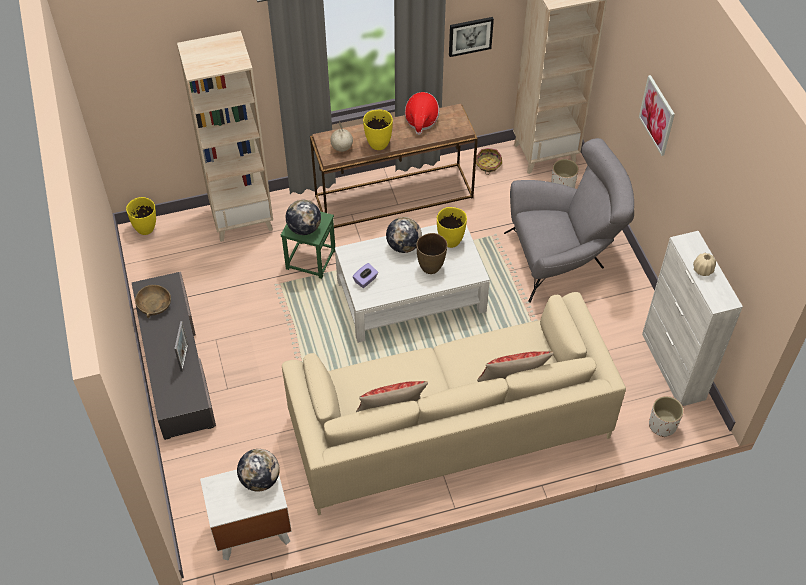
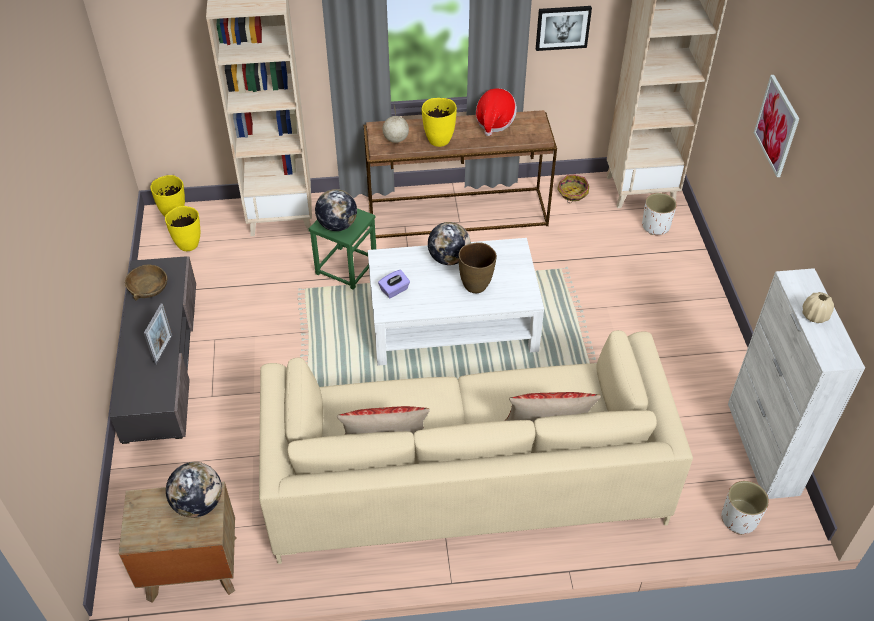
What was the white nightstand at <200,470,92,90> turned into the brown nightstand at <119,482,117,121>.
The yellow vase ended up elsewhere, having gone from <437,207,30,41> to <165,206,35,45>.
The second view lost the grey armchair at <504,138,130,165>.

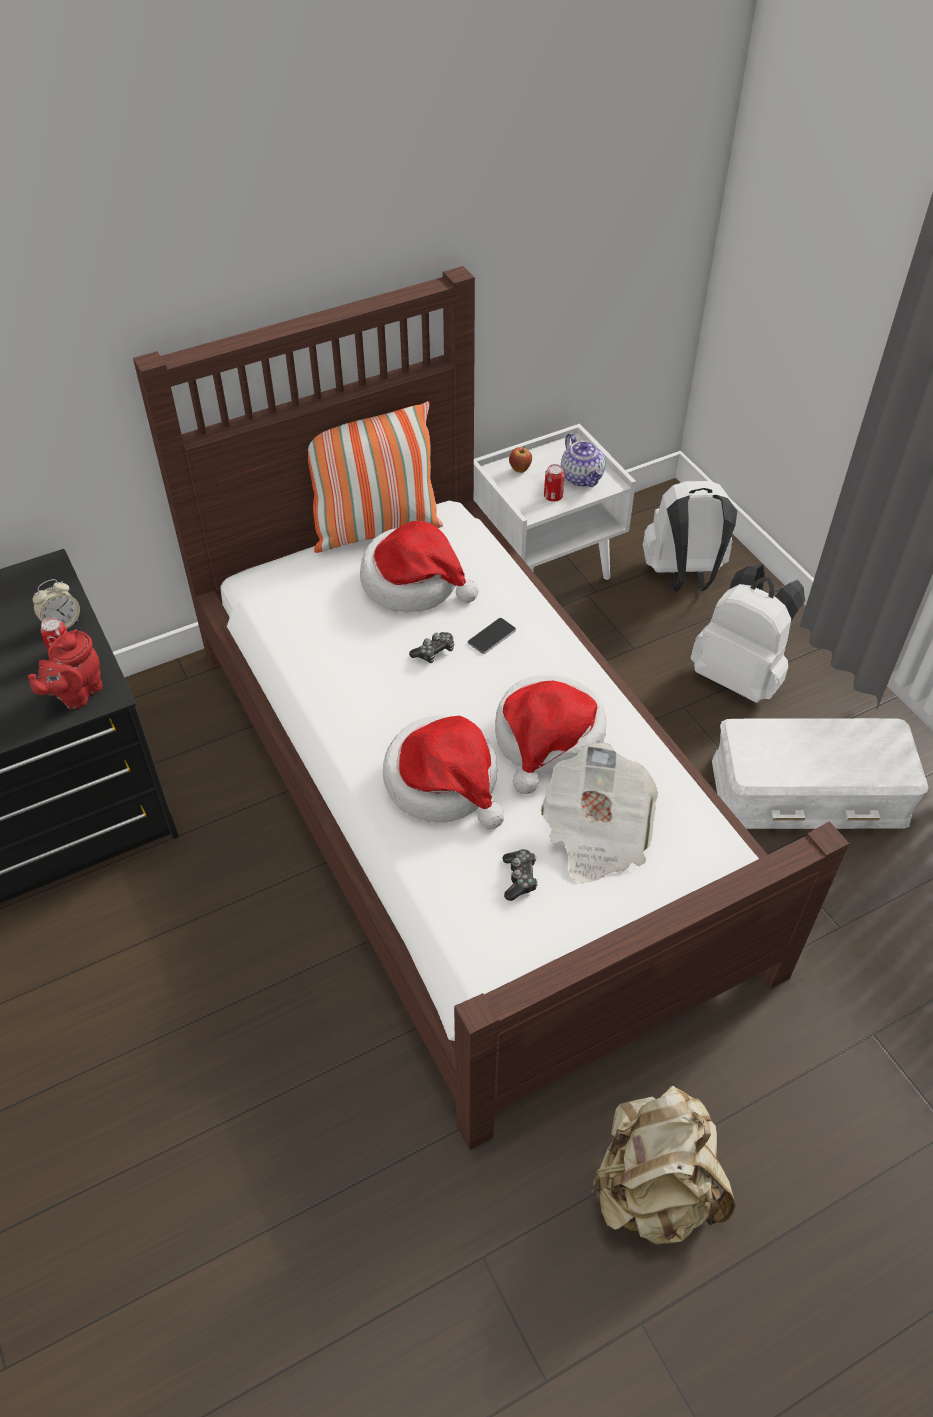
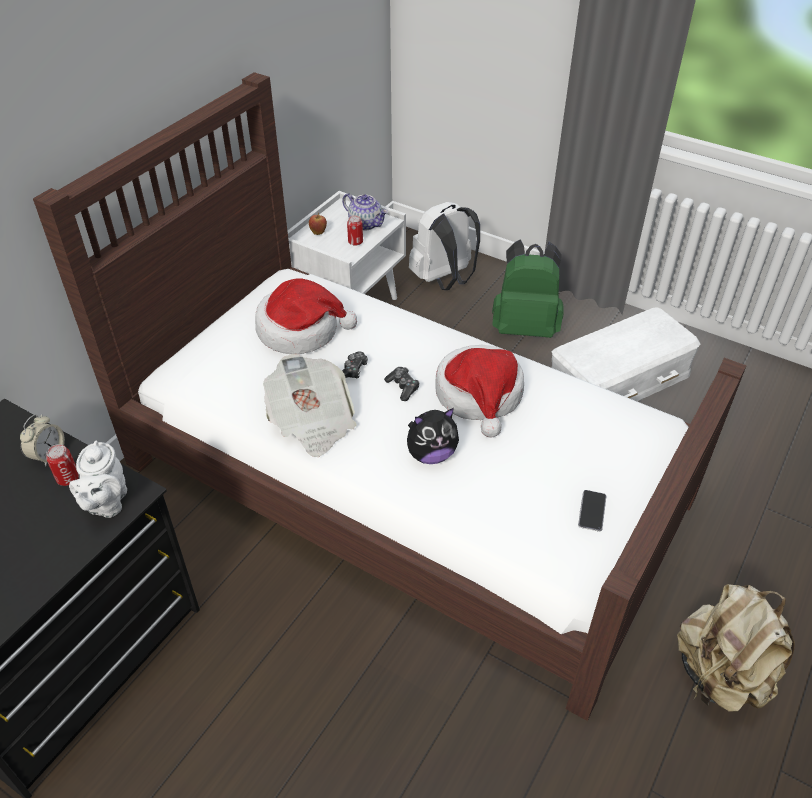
What was the red teapot at <28,629,75,80> turned into the white teapot at <69,440,58,78>.
The second view lost the pillow at <308,401,135,152>.
Where the hat stood at <383,716,121,113>, the plush toy came to stand at <407,408,52,56>.
The phone ended up elsewhere, having gone from <468,618,48,36> to <578,490,28,42>.
The game controller ended up elsewhere, having gone from <503,849,35,52> to <384,367,36,34>.
The newspaper ended up elsewhere, having gone from <541,743,117,141> to <263,353,93,104>.
What was the white backpack at <691,564,114,139> turned into the green backpack at <492,239,71,99>.

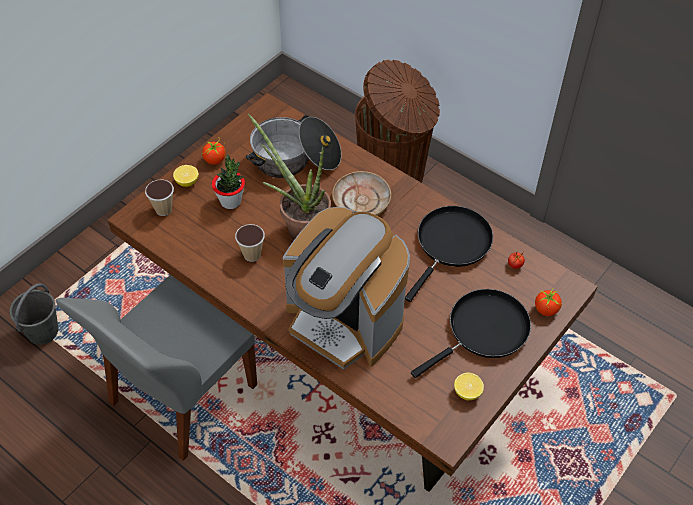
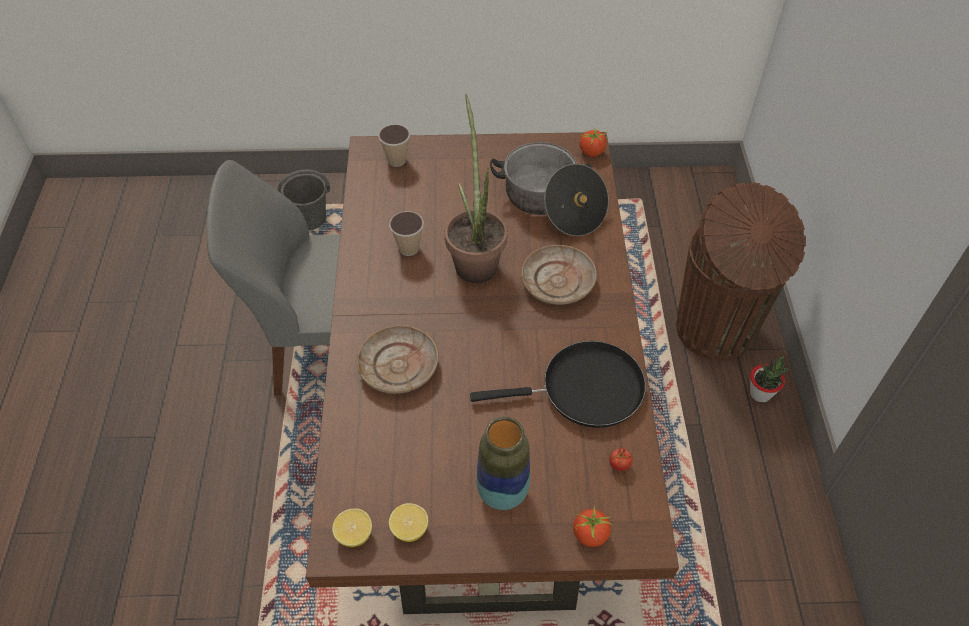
The lemon ended up elsewhere, having gone from <173,165,26,22> to <332,508,40,39>.
The tomato ended up elsewhere, having gone from <202,141,23,24> to <579,129,29,28>.
The potted plant ended up elsewhere, having gone from <212,154,33,55> to <750,355,40,47>.
Where the coffee machine stood at <283,207,127,163>, the beige plate came to stand at <357,325,81,69>.
Where the black frying pan stood at <411,289,120,89>, the vase came to stand at <476,417,54,93>.

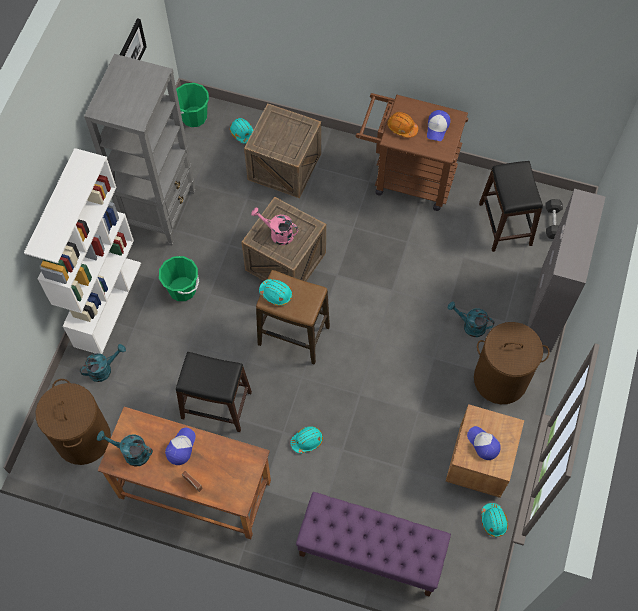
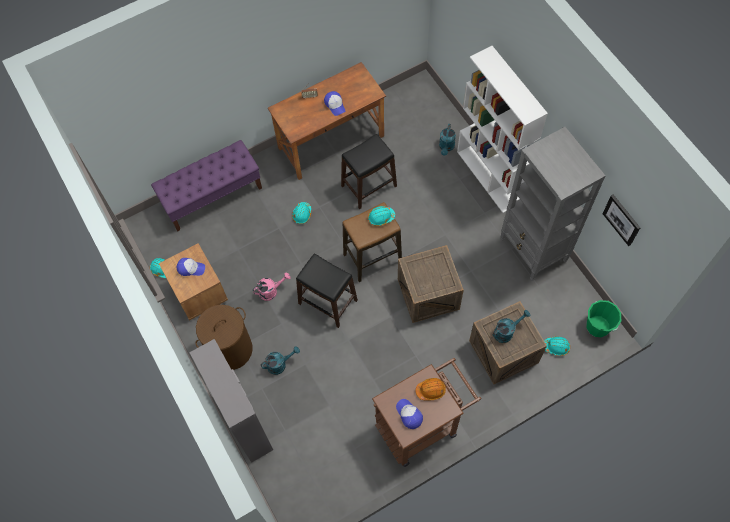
The second view lost the brown laundry basket at <36,379,75,86>.
The turquoise watering can ended up elsewhere, having gone from <97,431,56,36> to <493,310,37,33>.
The second view lost the green bucket at <159,256,40,45>.
The pink watering can ended up elsewhere, having gone from <251,208,47,37> to <253,273,37,28>.
The black stool ended up elsewhere, having gone from <479,161,64,91> to <296,253,62,75>.
The second view lost the black dumbbell at <545,199,18,40>.

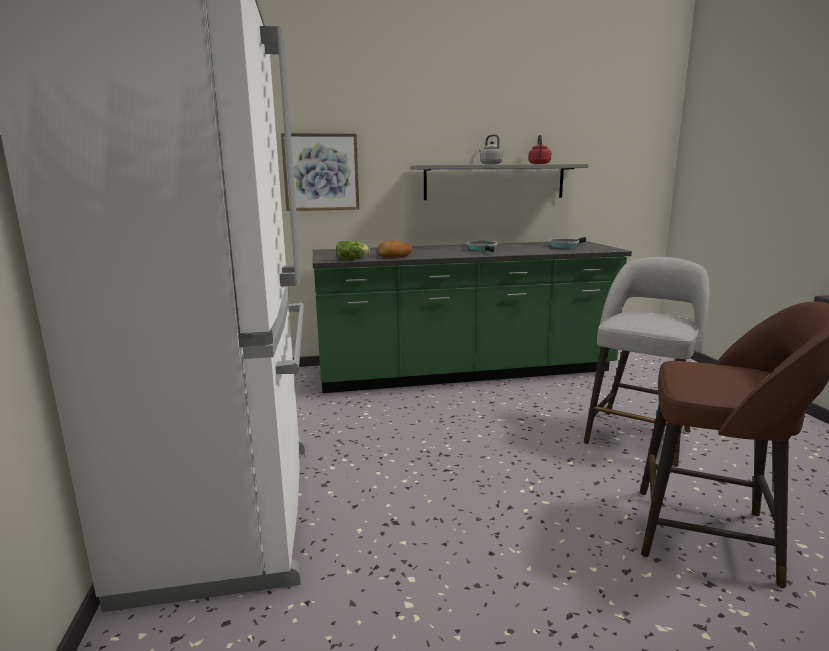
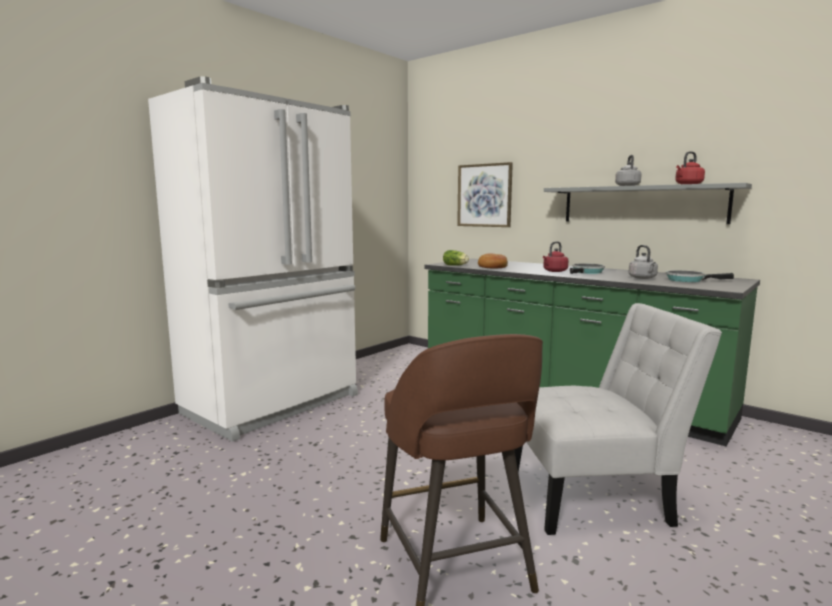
Where the grey stool stood at <584,257,126,210>, the white chair came to stand at <514,303,208,232>.
The second view gained the red kettle at <543,241,25,31>.
The second view gained the grey kettle at <628,245,30,34>.

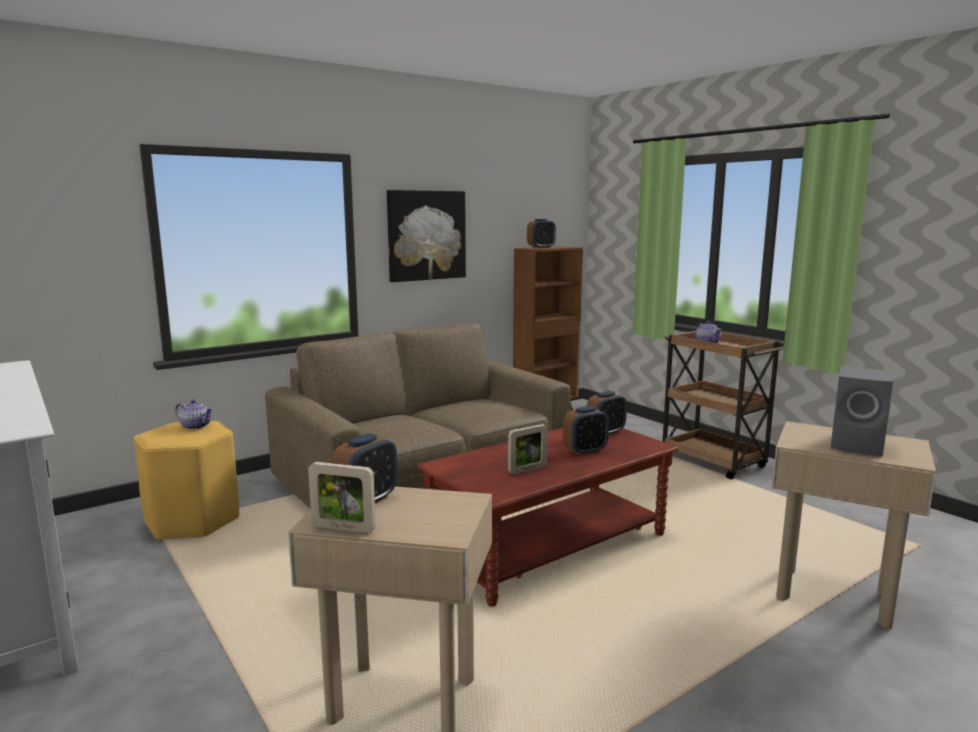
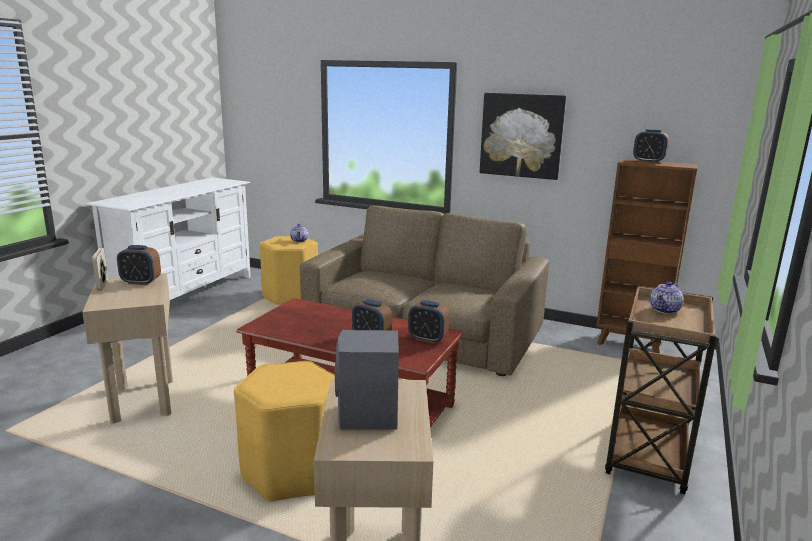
The second view lost the picture frame at <508,424,40,50>.
The second view gained the yellow stool at <234,361,101,140>.

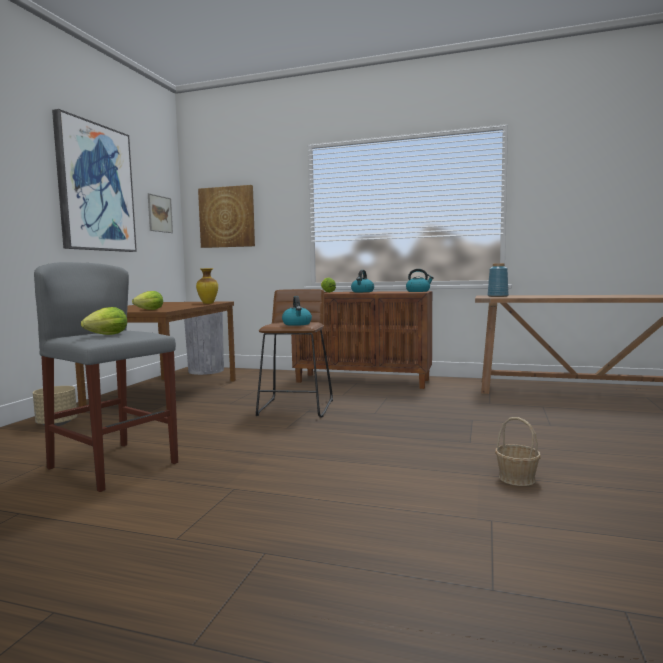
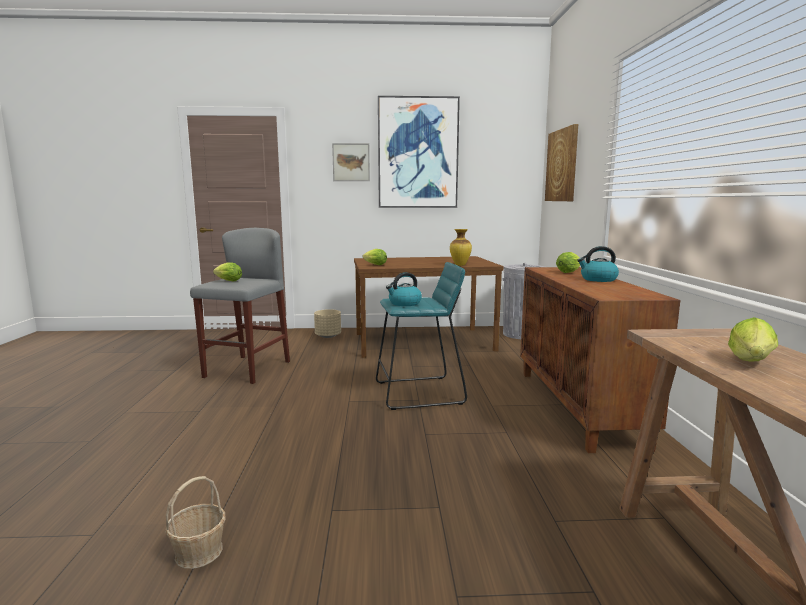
The picture ended up elsewhere, having gone from <148,193,25,40> to <332,143,38,38>.
What was the brown stool at <256,289,77,129> turned into the turquoise stool at <376,262,91,148>.
The second view lost the kettle at <406,269,28,23>.
The second view lost the blue vase at <488,263,21,34>.
The second view gained the lettuce at <728,317,50,45>.

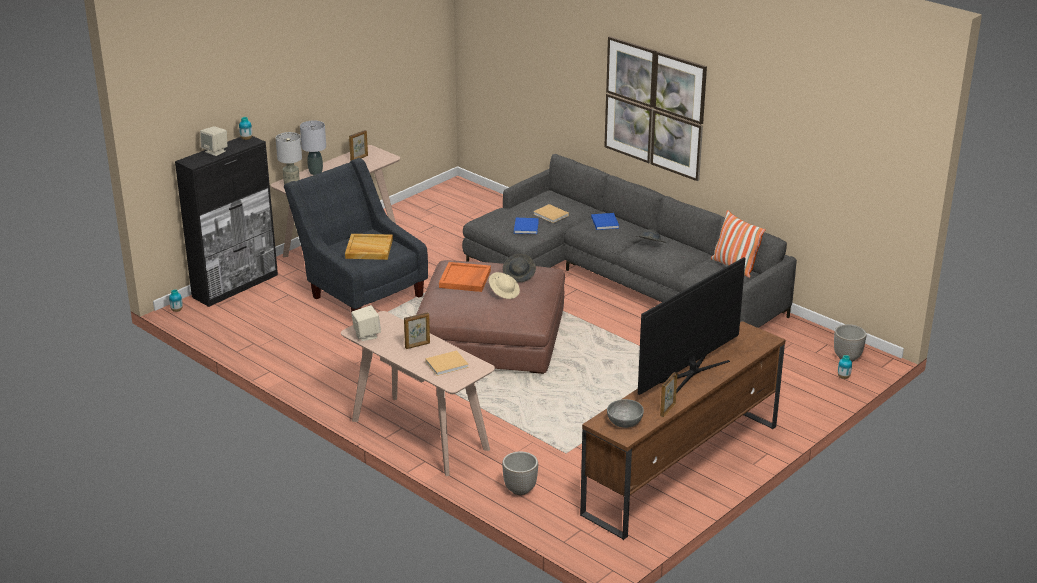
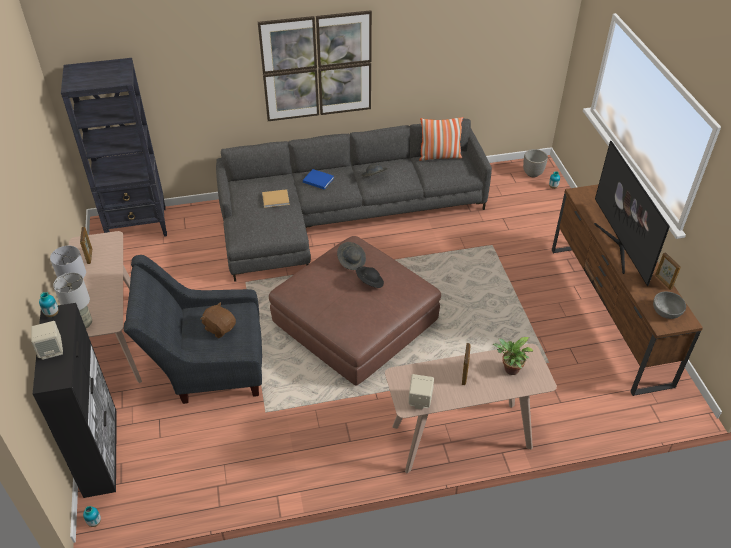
Where the beige tray stood at <345,234,48,26>, the brown plush toy came to stand at <200,302,36,36>.
Where the beige book stood at <425,350,44,26>, the potted plant came to stand at <492,337,41,38>.
The second view lost the orange tray at <439,262,52,30>.
What was the beige hat at <489,272,31,27> turned into the black hat at <356,266,28,22>.
The second view lost the planter at <502,452,36,43>.
The second view lost the blue book at <514,218,25,16>.
The second view gained the black bookcase at <61,58,106,179>.

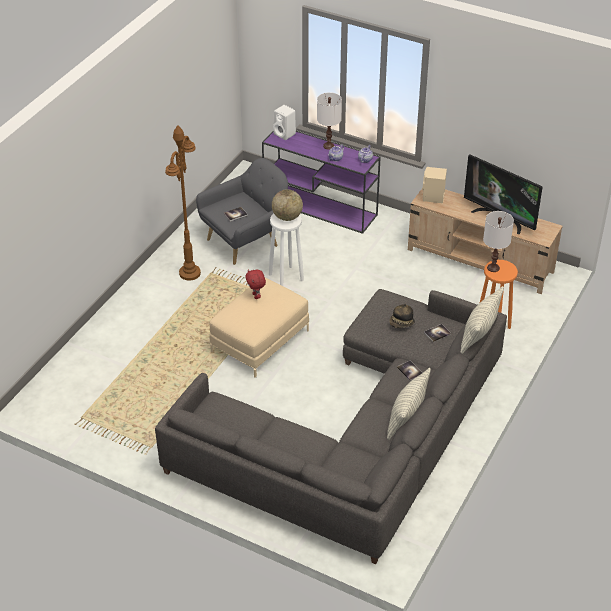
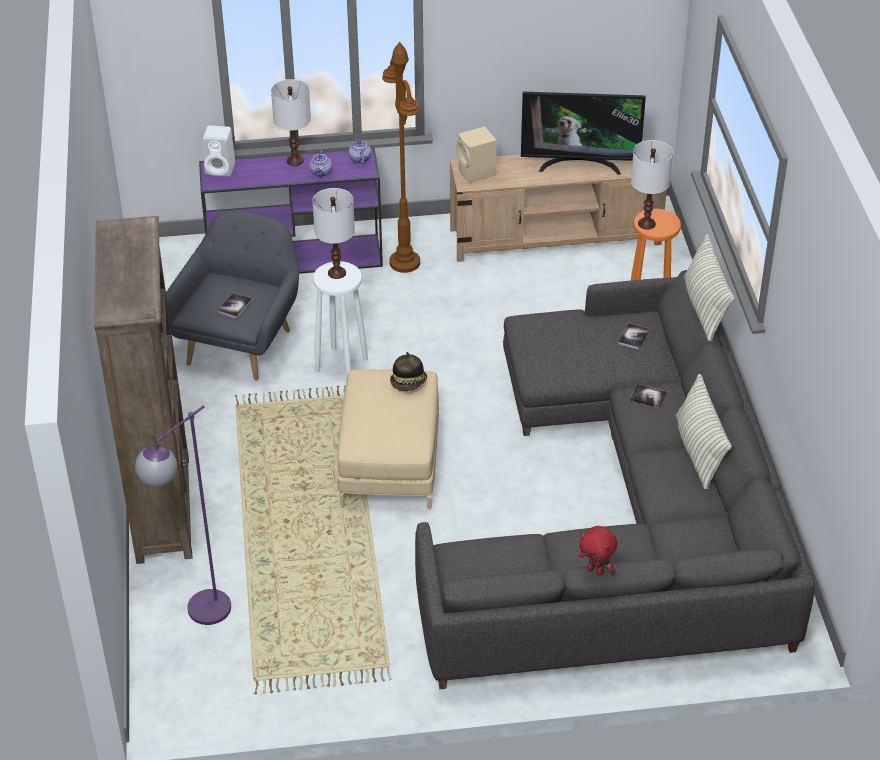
The brown floor lamp ended up elsewhere, having gone from <165,125,36,155> to <382,42,38,231>.
The red plush toy ended up elsewhere, having gone from <245,269,21,30> to <579,526,38,49>.
Where the globe stood at <272,189,31,32>, the white table lamp came to stand at <312,188,43,91>.
The hat ended up elsewhere, having gone from <389,303,26,25> to <390,352,37,39>.
The second view gained the brown bookcase at <94,216,98,348>.
The second view gained the purple floor lamp at <135,405,96,220>.

